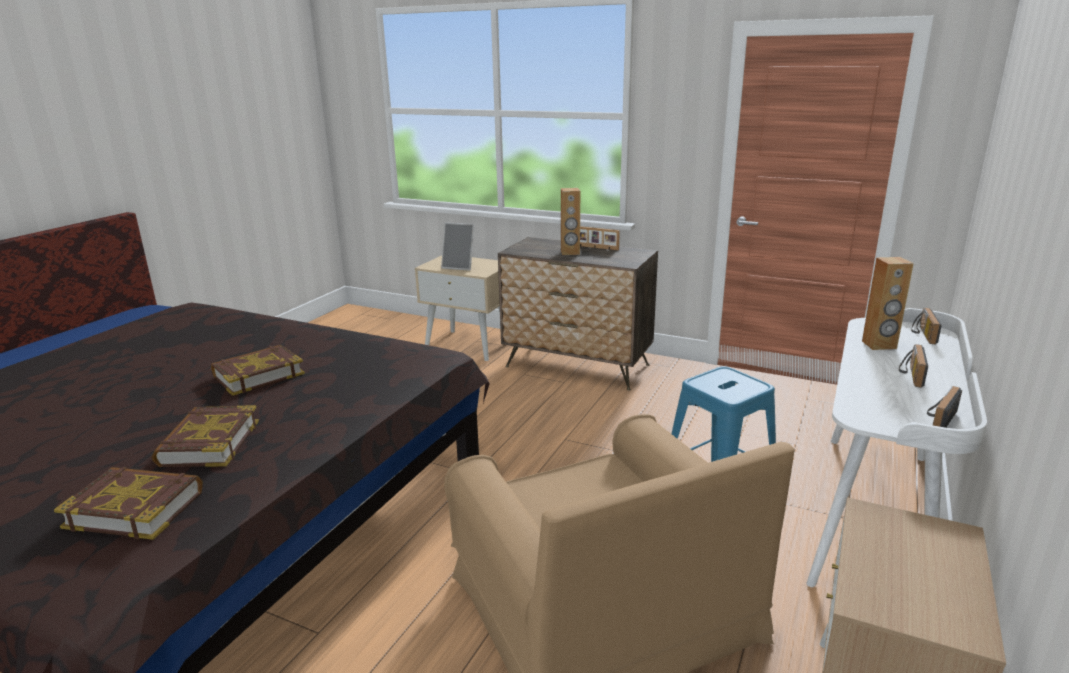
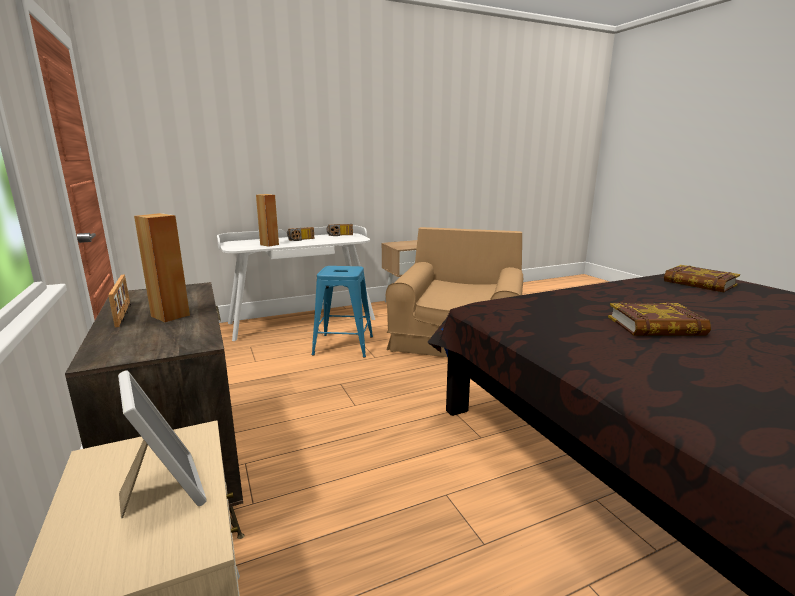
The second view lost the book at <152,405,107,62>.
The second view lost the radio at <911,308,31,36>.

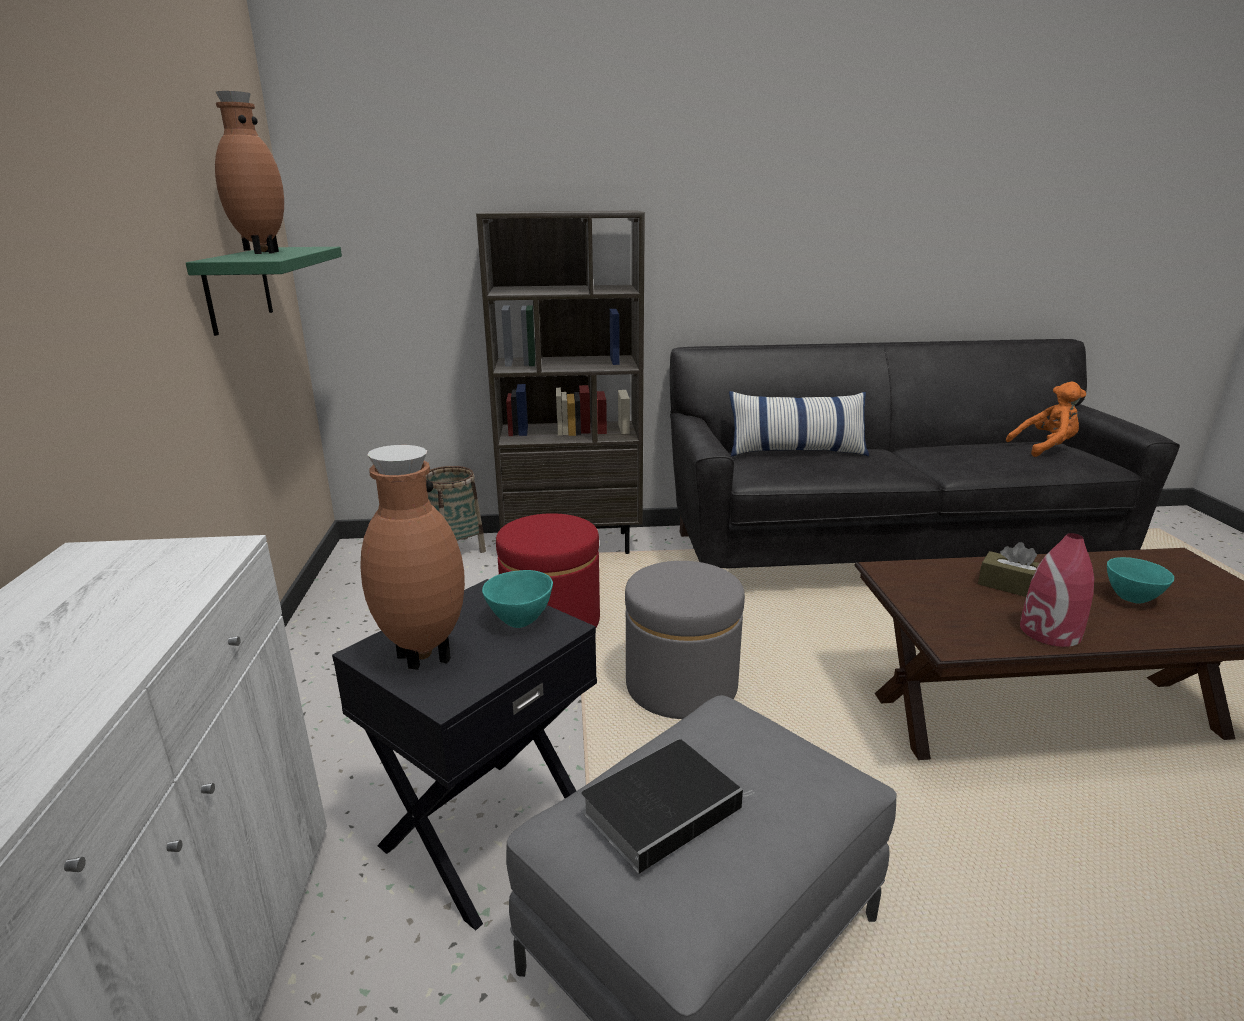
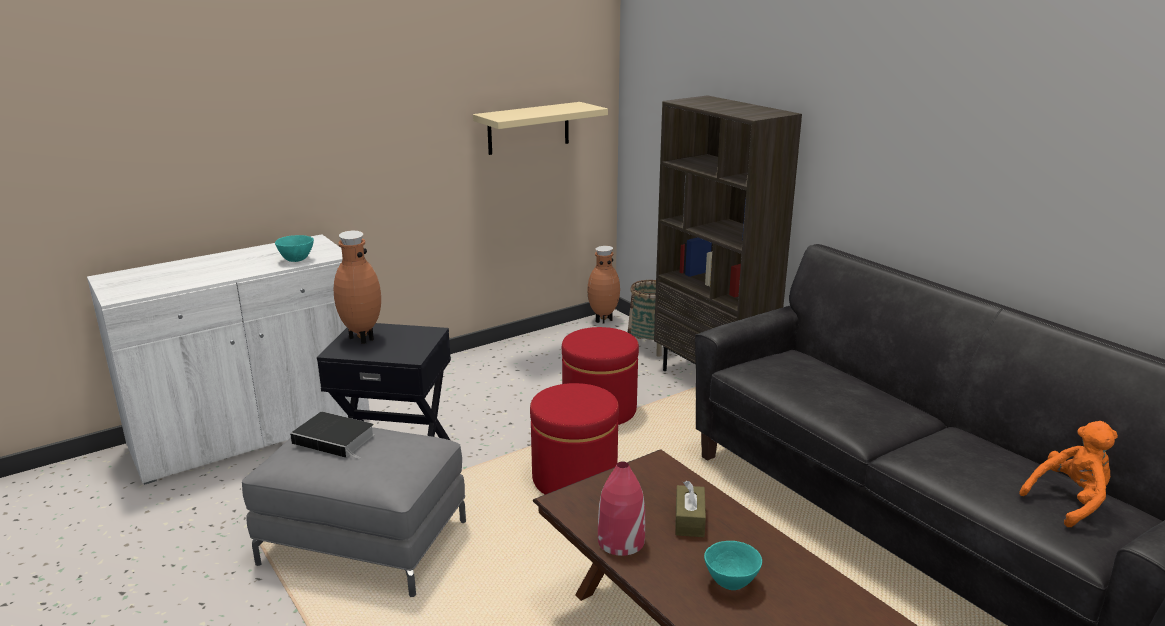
What was the green shelf at <186,247,156,89> turned into the beige shelf at <473,102,135,53>.
The brown vase ended up elsewhere, having gone from <215,91,69,163> to <587,246,33,78>.
The turquoise bowl ended up elsewhere, having gone from <482,570,71,58> to <275,235,39,27>.
What was the grey ottoman at <625,561,120,158> turned into the red ottoman at <530,383,89,111>.
The second view lost the pillow at <729,391,140,66>.
The orange plush toy at <1006,382,80,75> ended up facing another way, 75 degrees counterclockwise from before.

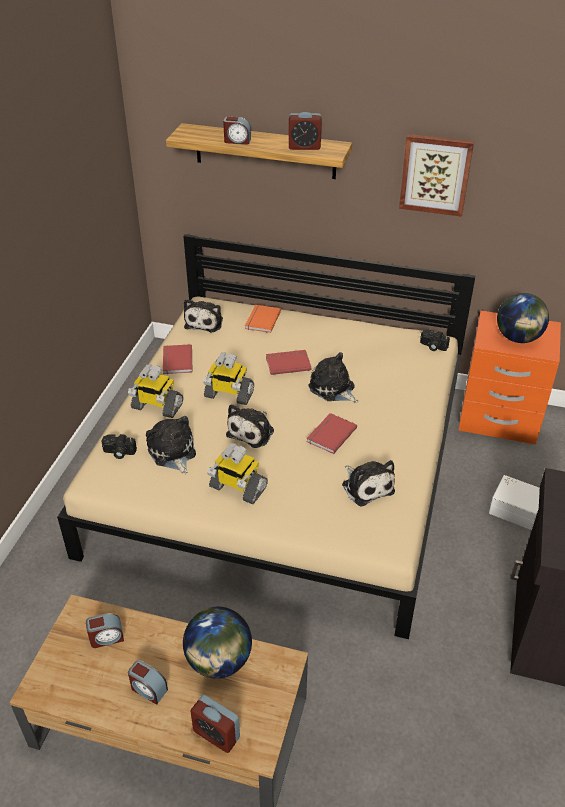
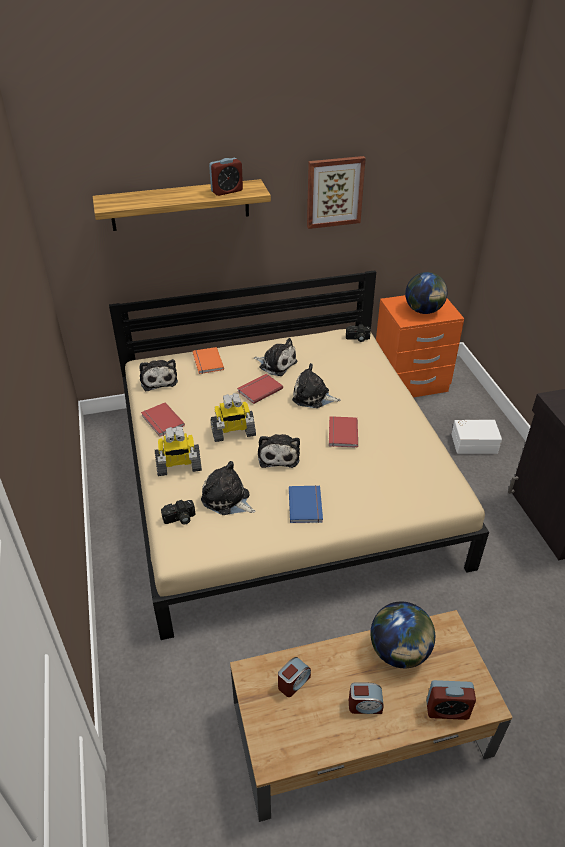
Where the toy robot stood at <207,443,61,61>, the blue book came to stand at <289,485,34,38>.
The second view lost the alarm clock at <223,117,28,28>.
The plush toy ended up elsewhere, having gone from <342,460,53,47> to <254,338,44,38>.

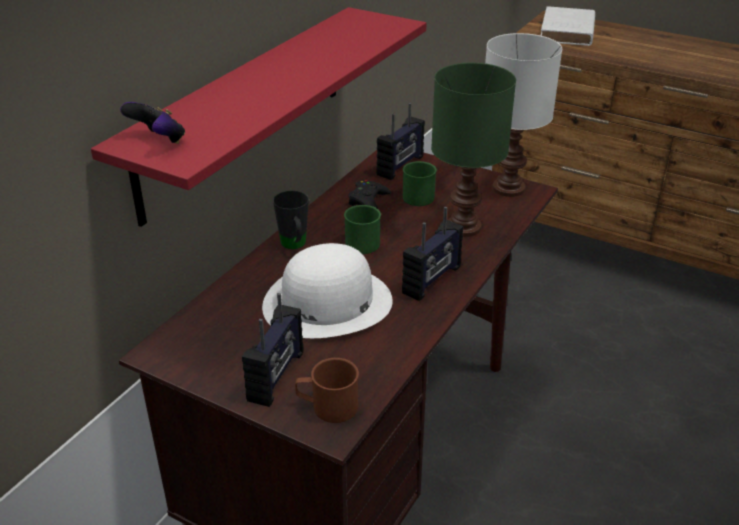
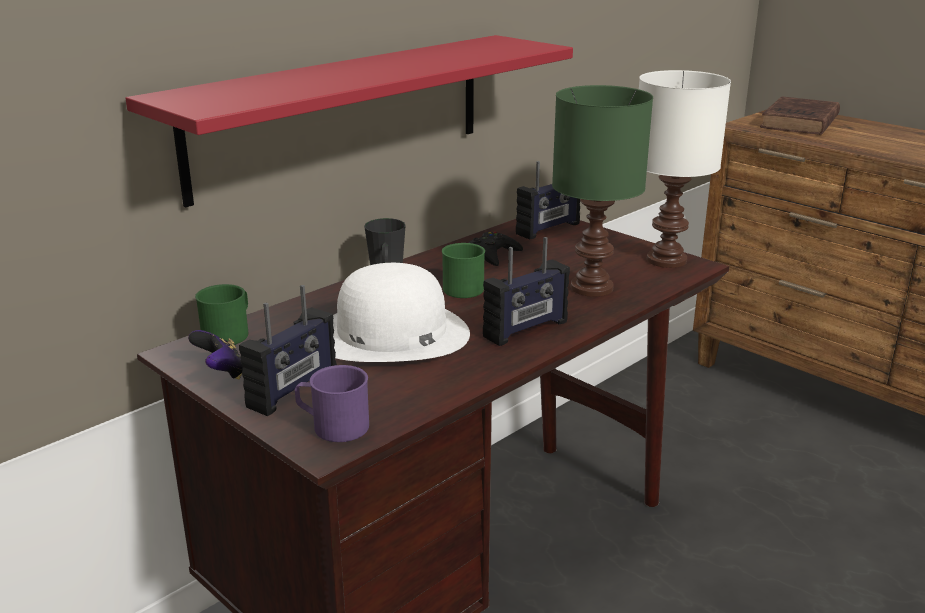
The game controller ended up elsewhere, having gone from <120,102,65,42> to <188,330,55,49>.
What was the brown mug at <295,358,64,65> turned into the purple mug at <295,365,74,77>.
The green mug ended up elsewhere, having gone from <403,161,34,45> to <195,284,53,61>.
What was the white book at <541,6,54,40> turned into the brown book at <760,97,80,38>.

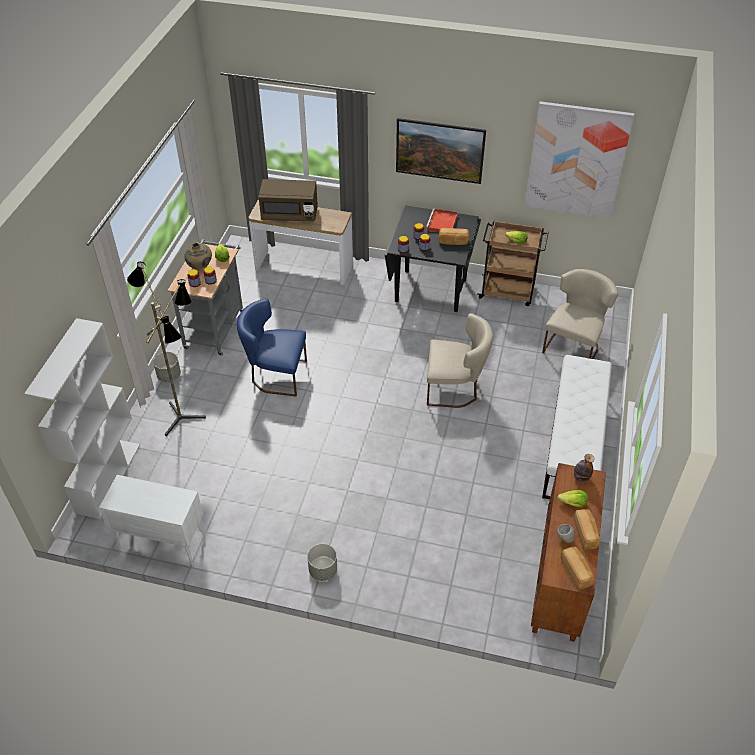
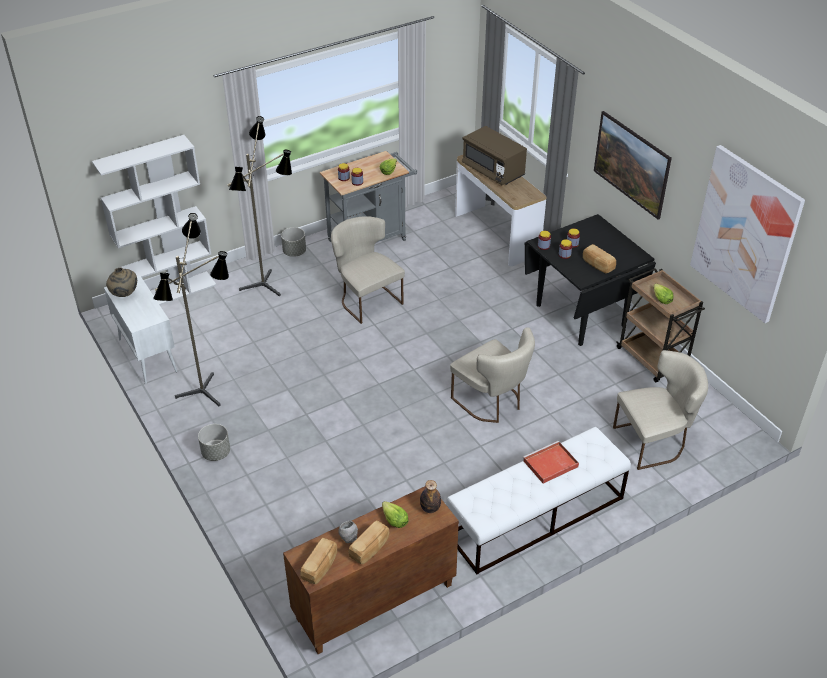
The beige vase ended up elsewhere, having gone from <184,243,28,27> to <106,267,31,30>.
What was the blue chair at <237,299,70,97> turned into the beige chair at <331,216,74,108>.
The red tray ended up elsewhere, having gone from <426,209,32,23> to <523,441,56,43>.
The second view gained the floor lamp at <153,213,76,193>.

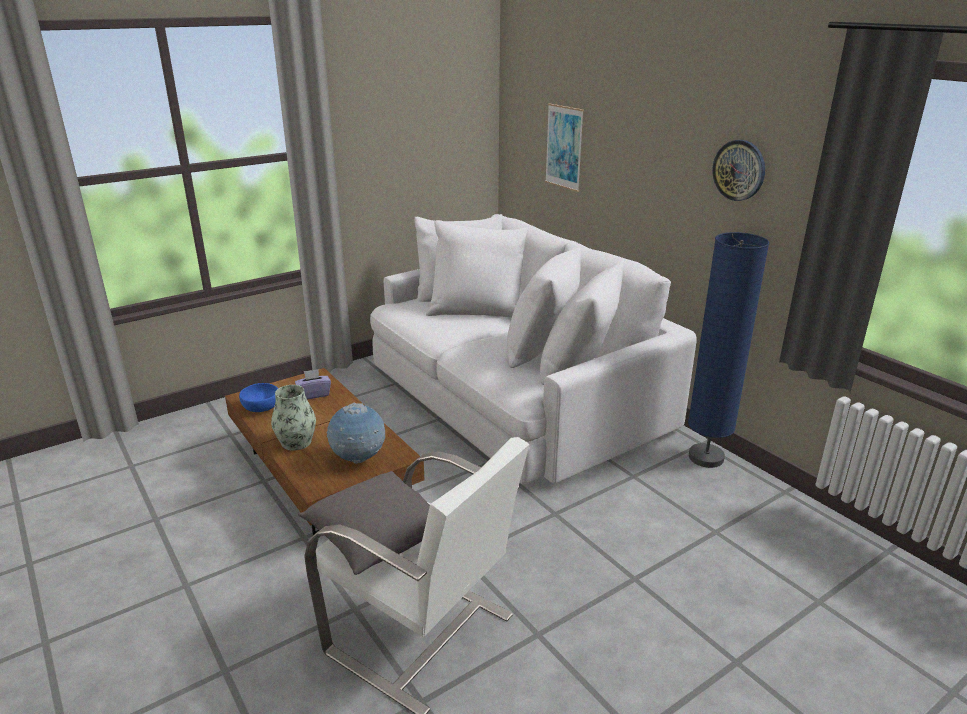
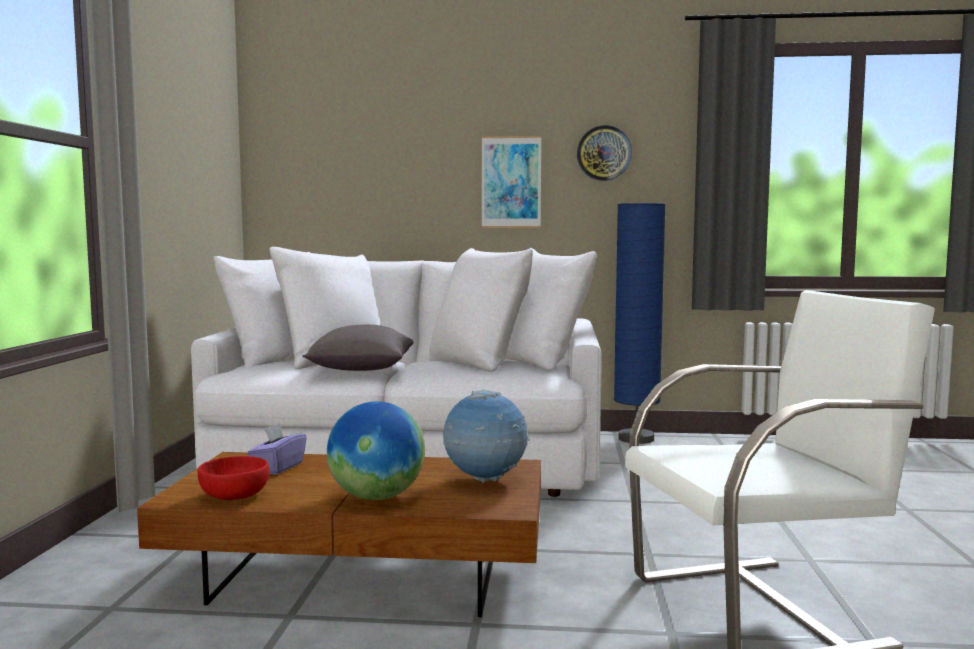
What was the blue bowl at <239,383,39,29> turned into the red bowl at <198,456,72,44>.
Where the vase stood at <271,385,45,66>, the globe came to stand at <327,401,98,99>.
The grey pillow ended up elsewhere, having gone from <298,471,132,104> to <302,324,112,47>.
The picture ended up elsewhere, having gone from <545,103,39,89> to <482,136,59,92>.

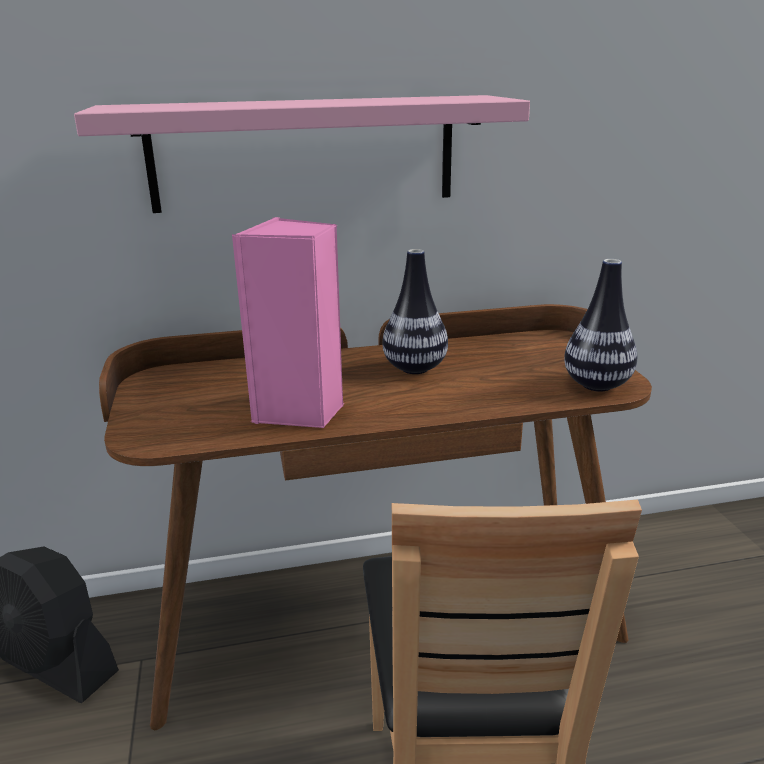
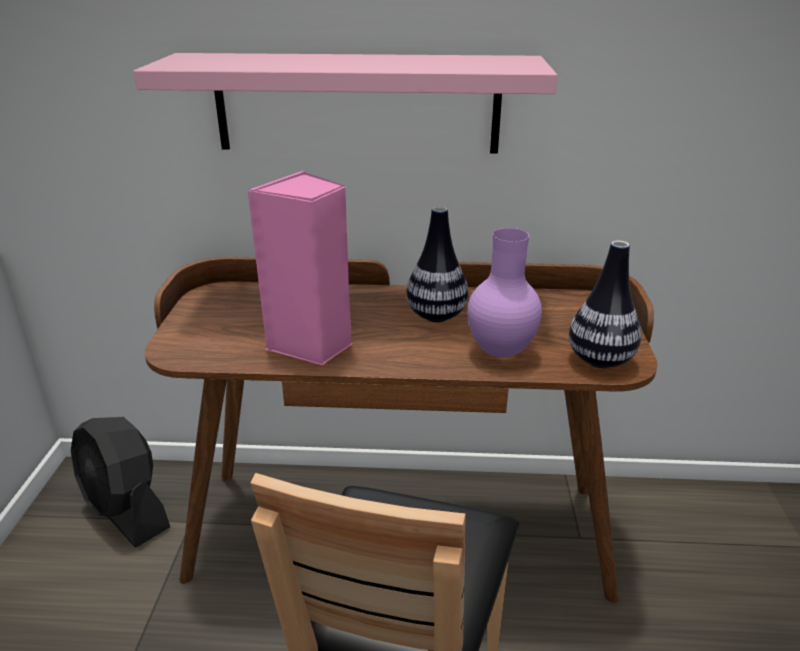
The second view gained the purple vase at <467,228,75,130>.

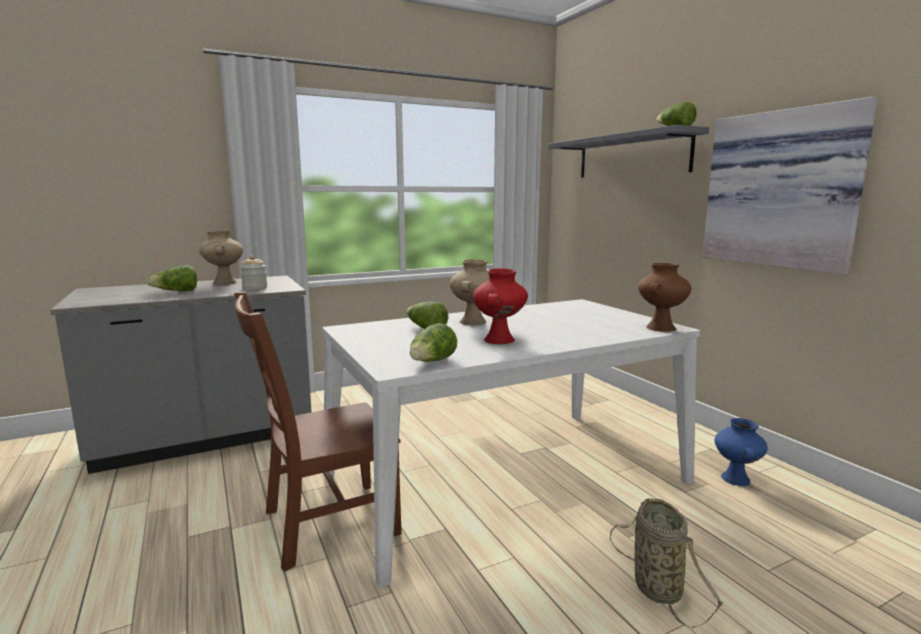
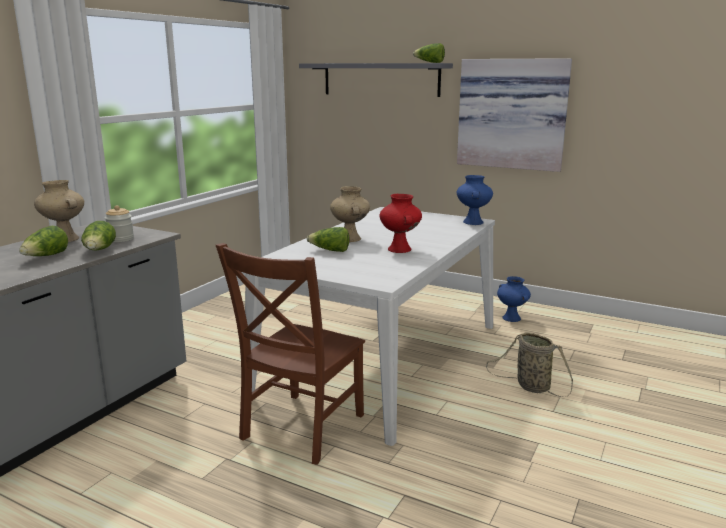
The lettuce ended up elsewhere, having gone from <410,323,47,39> to <81,221,35,29>.
What was the brown vase at <638,263,53,69> turned into the blue vase at <457,175,36,50>.

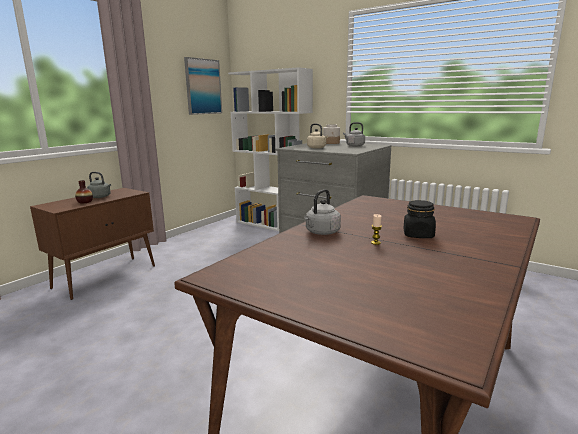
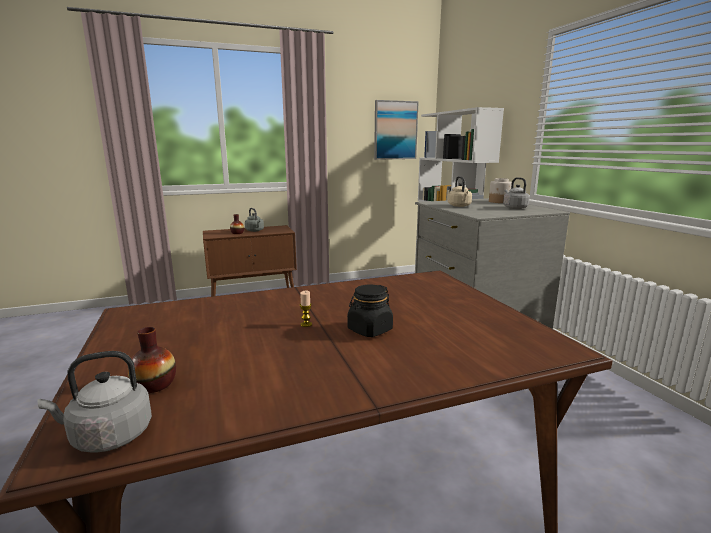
The grey kettle ended up elsewhere, having gone from <304,189,37,46> to <37,351,115,102>.
The second view gained the vase at <128,327,48,66>.

